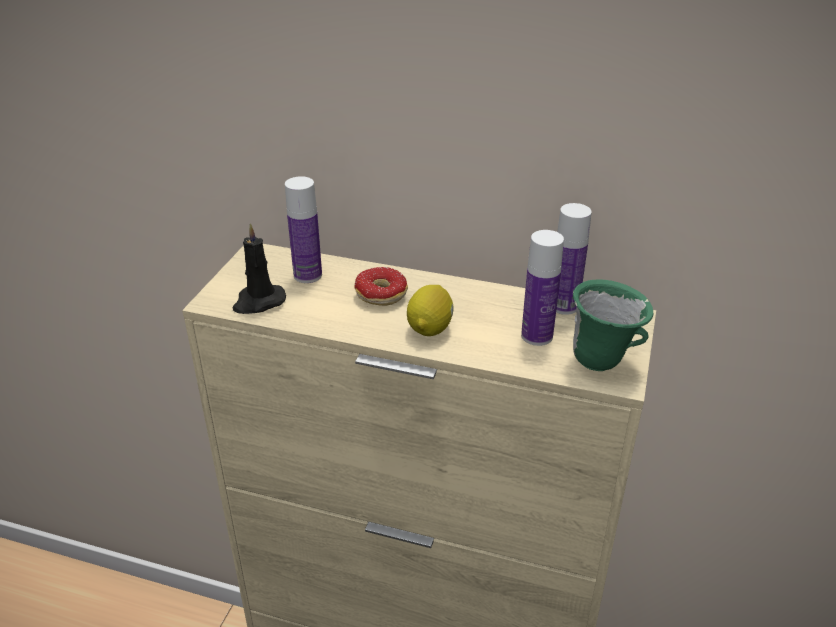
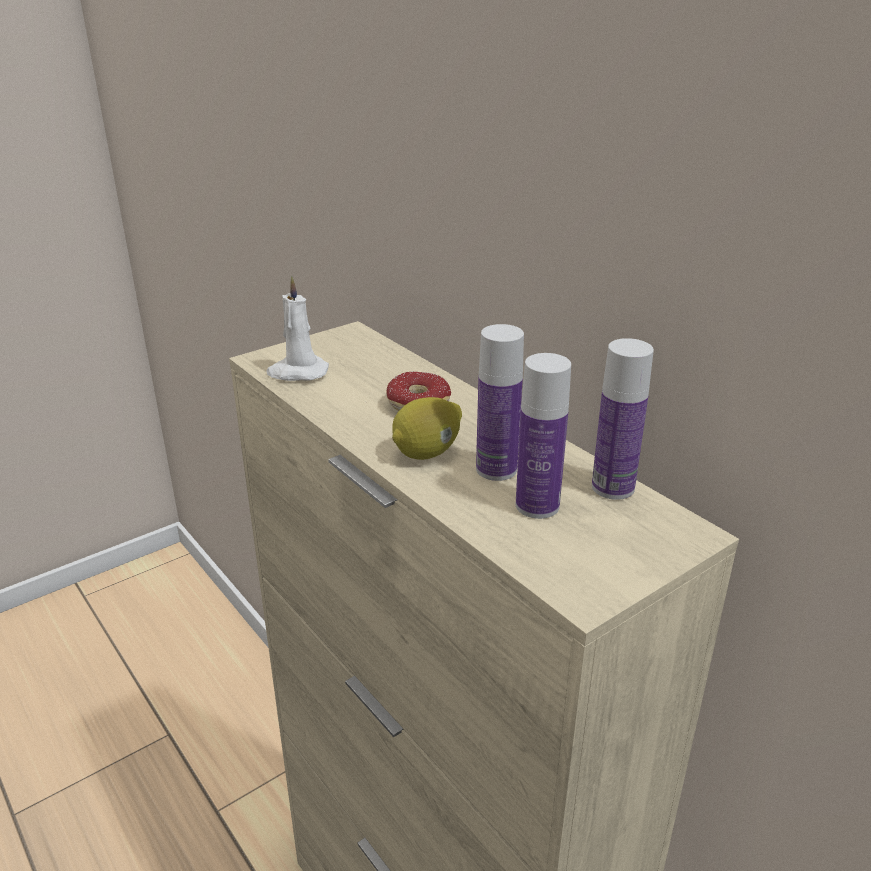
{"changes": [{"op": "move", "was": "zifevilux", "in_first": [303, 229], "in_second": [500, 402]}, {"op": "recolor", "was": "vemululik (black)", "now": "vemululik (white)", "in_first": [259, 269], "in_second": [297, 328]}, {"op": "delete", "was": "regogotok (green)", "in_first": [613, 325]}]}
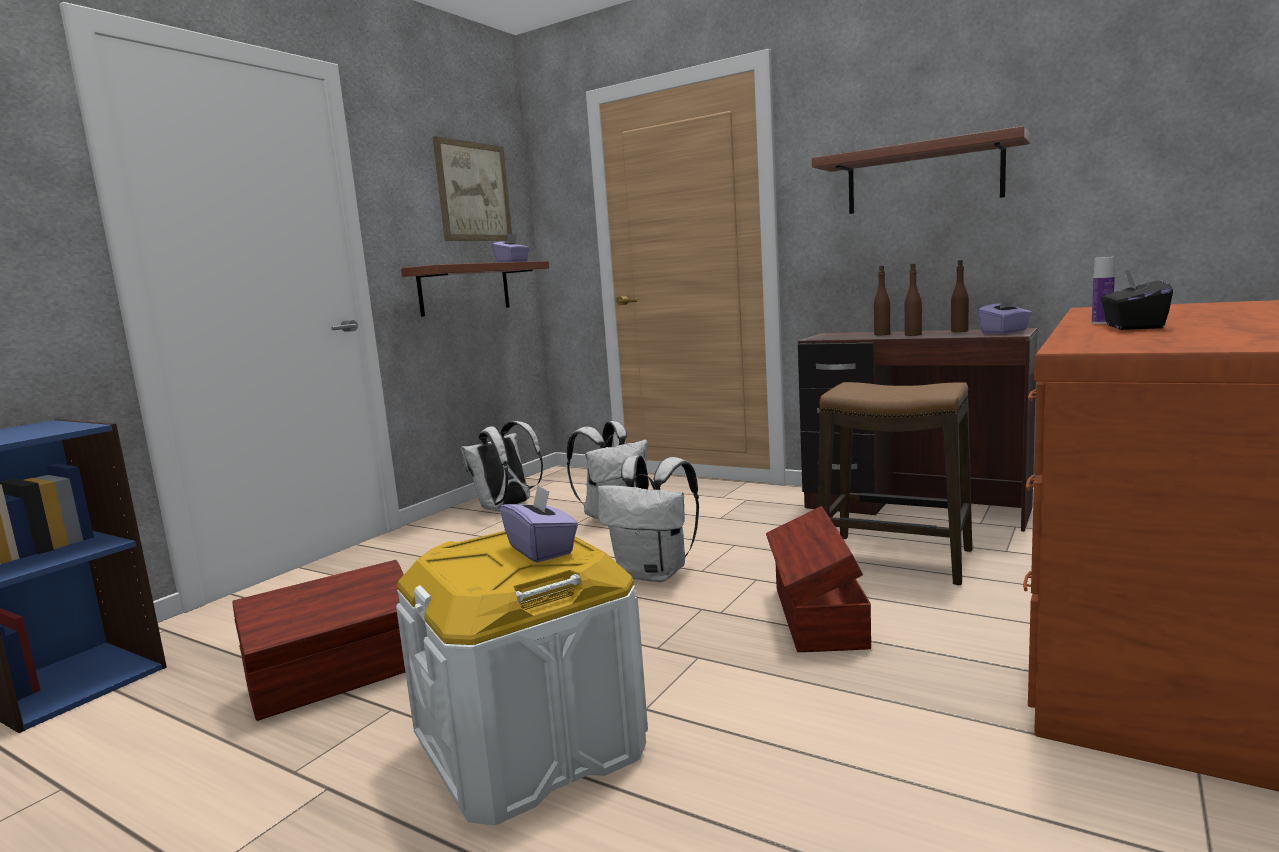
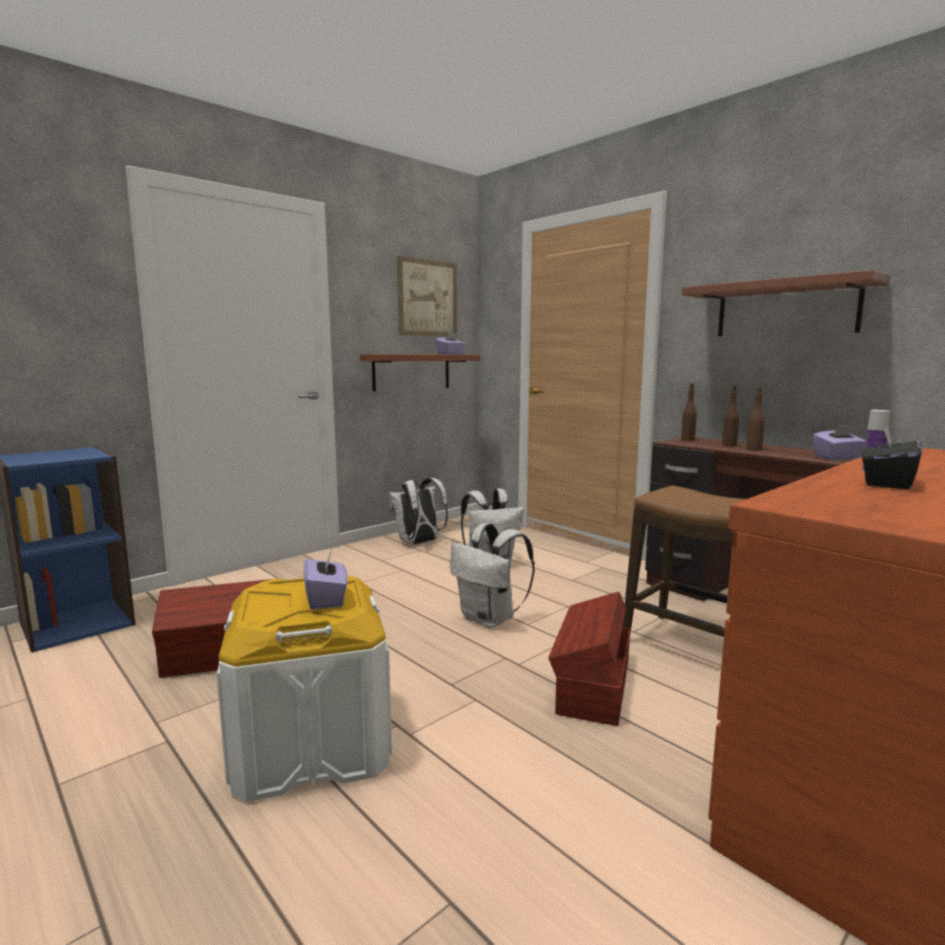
{"changes": [{"op": "move", "was": "zifevilux (brown)", "in_first": [960, 296], "in_second": [689, 412]}]}
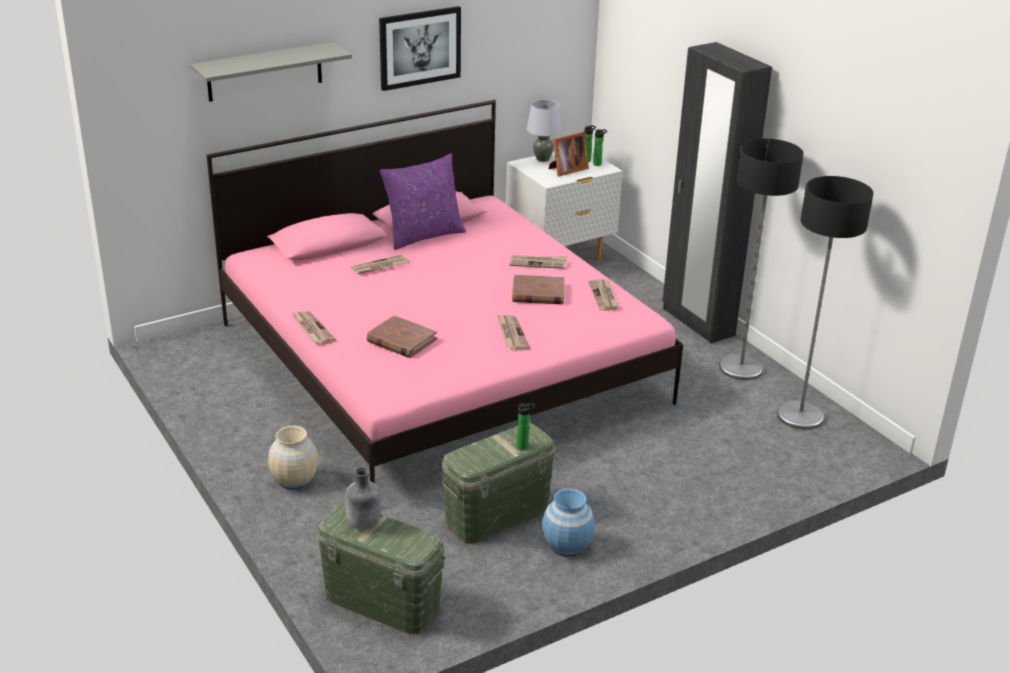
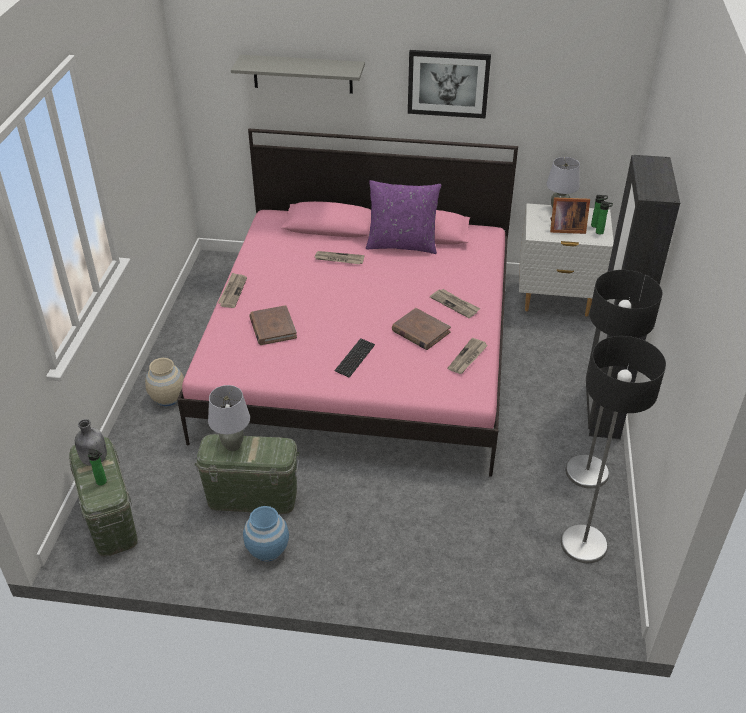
{"changes": [{"op": "replace", "was": "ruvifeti", "now": "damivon", "in_first": [513, 332], "in_second": [354, 358]}, {"op": "move", "was": "zifevilux", "in_first": [526, 426], "in_second": [97, 467]}, {"op": "insert", "now": "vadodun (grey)", "in_second": [229, 418]}]}
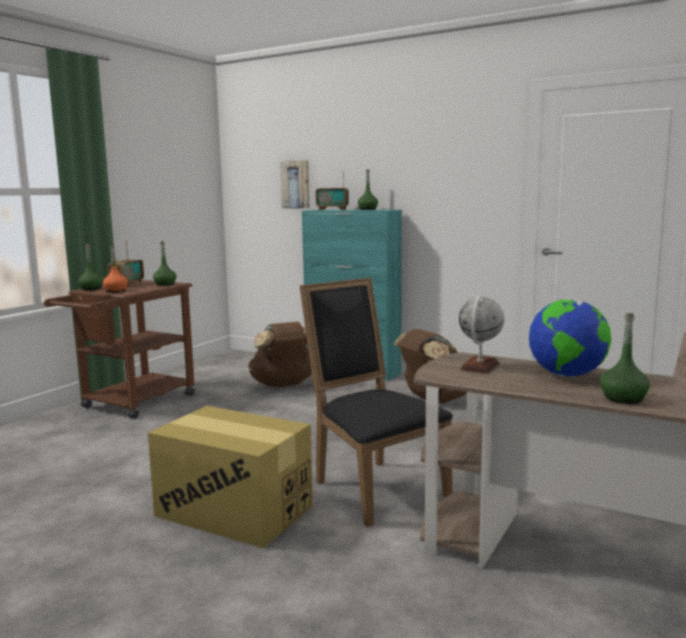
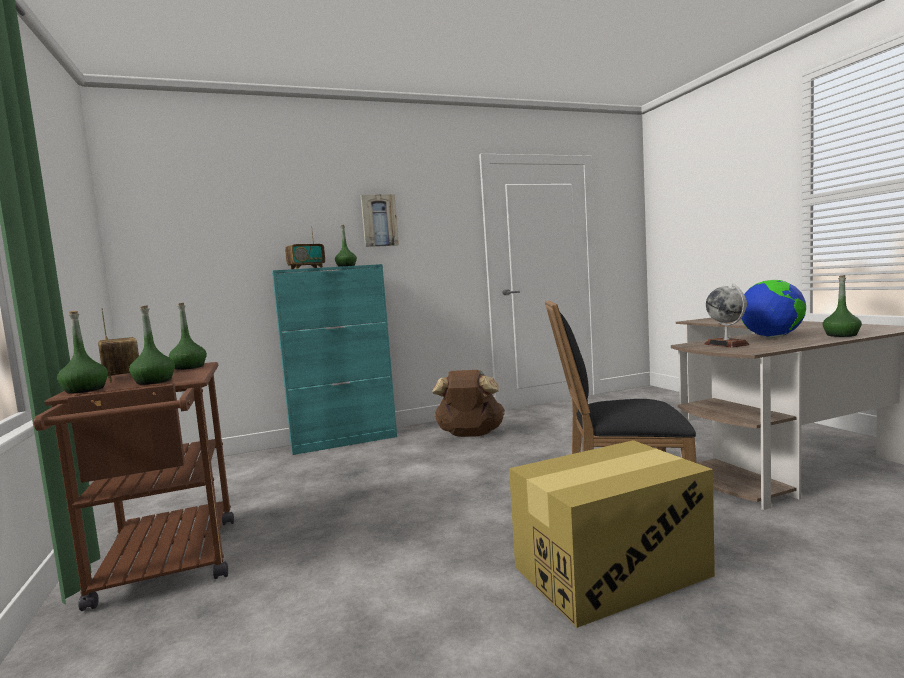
{"changes": [{"op": "move", "was": "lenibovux", "in_first": [295, 185], "in_second": [380, 220]}, {"op": "recolor", "was": "zifevilux (orange)", "now": "zifevilux (green)", "in_first": [115, 269], "in_second": [152, 345]}, {"op": "delete", "was": "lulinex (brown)", "in_first": [280, 354]}]}
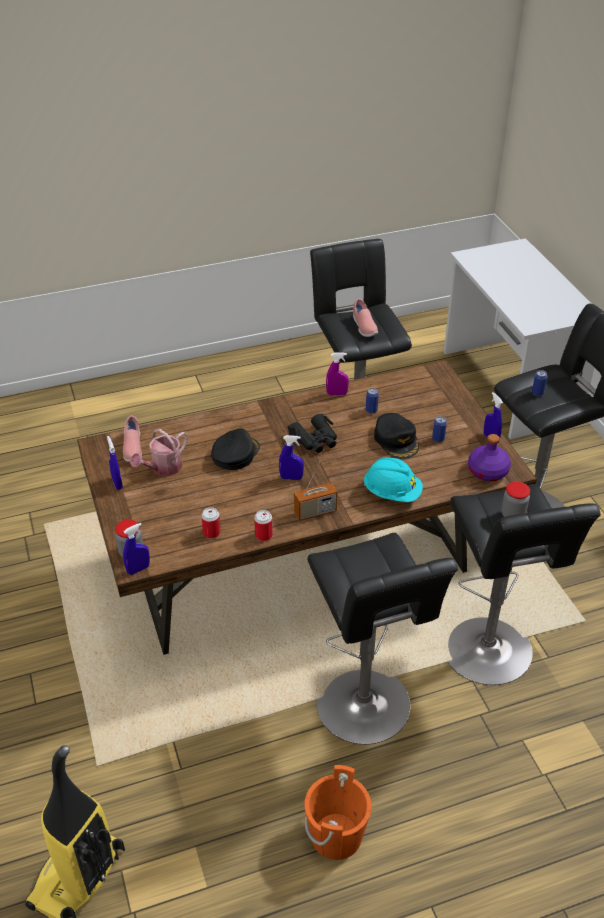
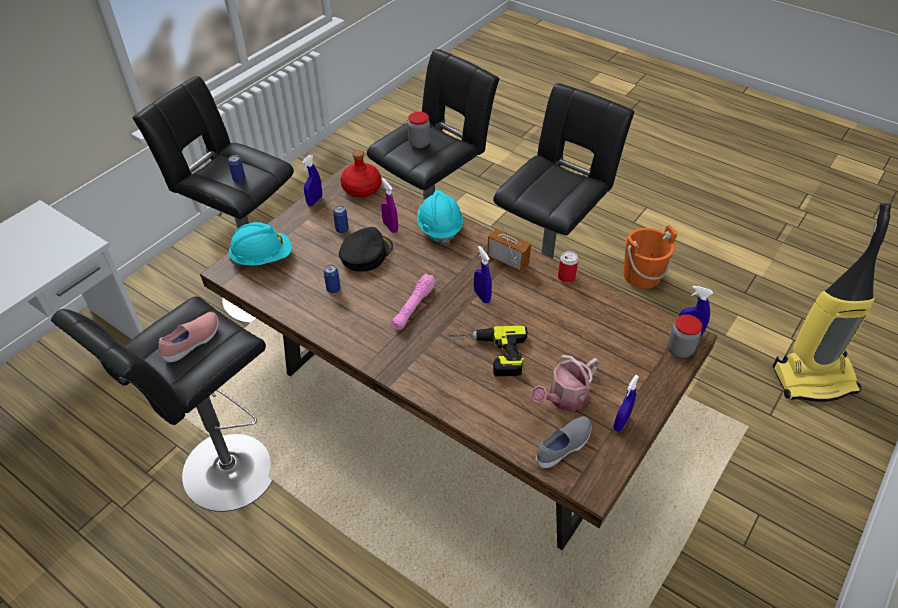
{"changes": [{"op": "move", "was": "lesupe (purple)", "in_first": [337, 374], "in_second": [389, 205]}, {"op": "replace", "was": "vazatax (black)", "now": "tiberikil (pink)", "in_first": [312, 433], "in_second": [413, 301]}, {"op": "recolor", "was": "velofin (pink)", "now": "velofin (grey)", "in_first": [132, 439], "in_second": [563, 442]}, {"op": "rotate", "was": "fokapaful", "in_first": [159, 452], "in_second": [565, 383], "clockwise": 135}, {"op": "replace", "was": "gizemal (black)", "now": "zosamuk", "in_first": [235, 449], "in_second": [488, 351]}, {"op": "recolor", "was": "zifevilux (purple)", "now": "zifevilux (red)", "in_first": [489, 457], "in_second": [361, 173]}, {"op": "delete", "was": "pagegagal", "in_first": [211, 523]}, {"op": "insert", "now": "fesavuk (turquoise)", "in_second": [259, 244]}]}
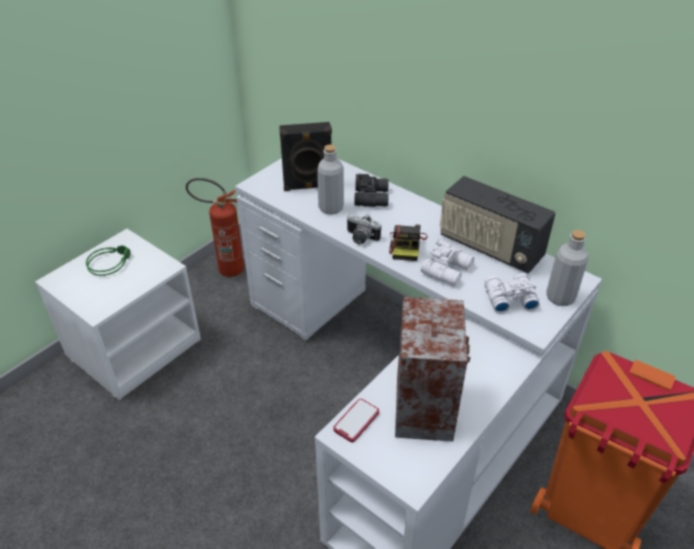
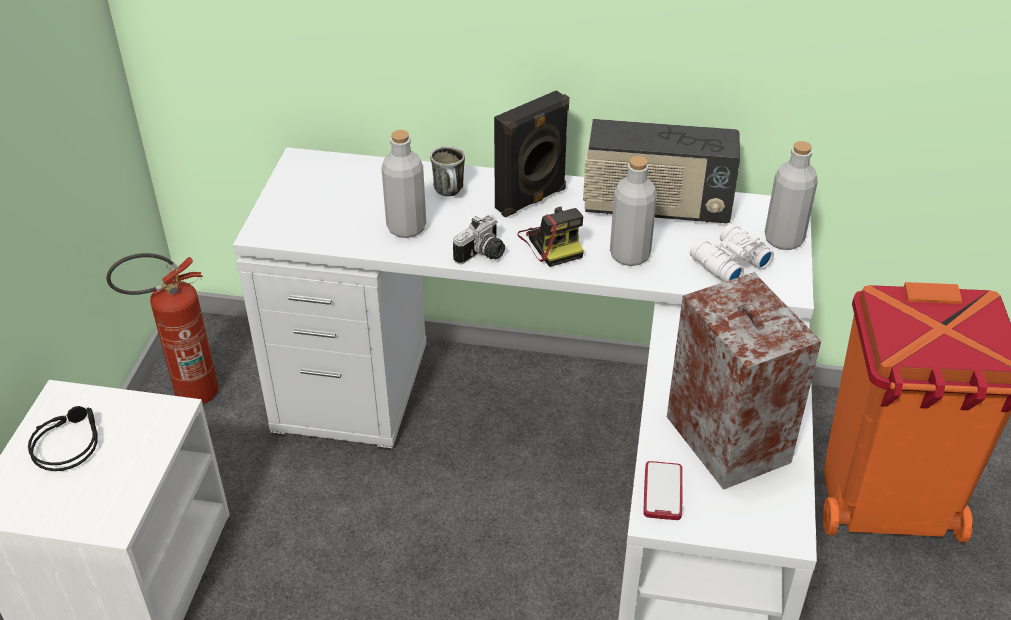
{"changes": [{"op": "move", "was": "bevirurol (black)", "in_first": [305, 156], "in_second": [531, 154]}, {"op": "replace", "was": "vazatax (black)", "now": "regogotok", "in_first": [371, 190], "in_second": [447, 171]}, {"op": "rotate", "was": "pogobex", "in_first": [364, 229], "in_second": [479, 239], "clockwise": -45}, {"op": "replace", "was": "vazatax (white)", "now": "zifevilux (grey)", "in_first": [447, 262], "in_second": [633, 211]}, {"op": "recolor", "was": "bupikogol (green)", "now": "bupikogol (black)", "in_first": [108, 260], "in_second": [63, 438]}]}
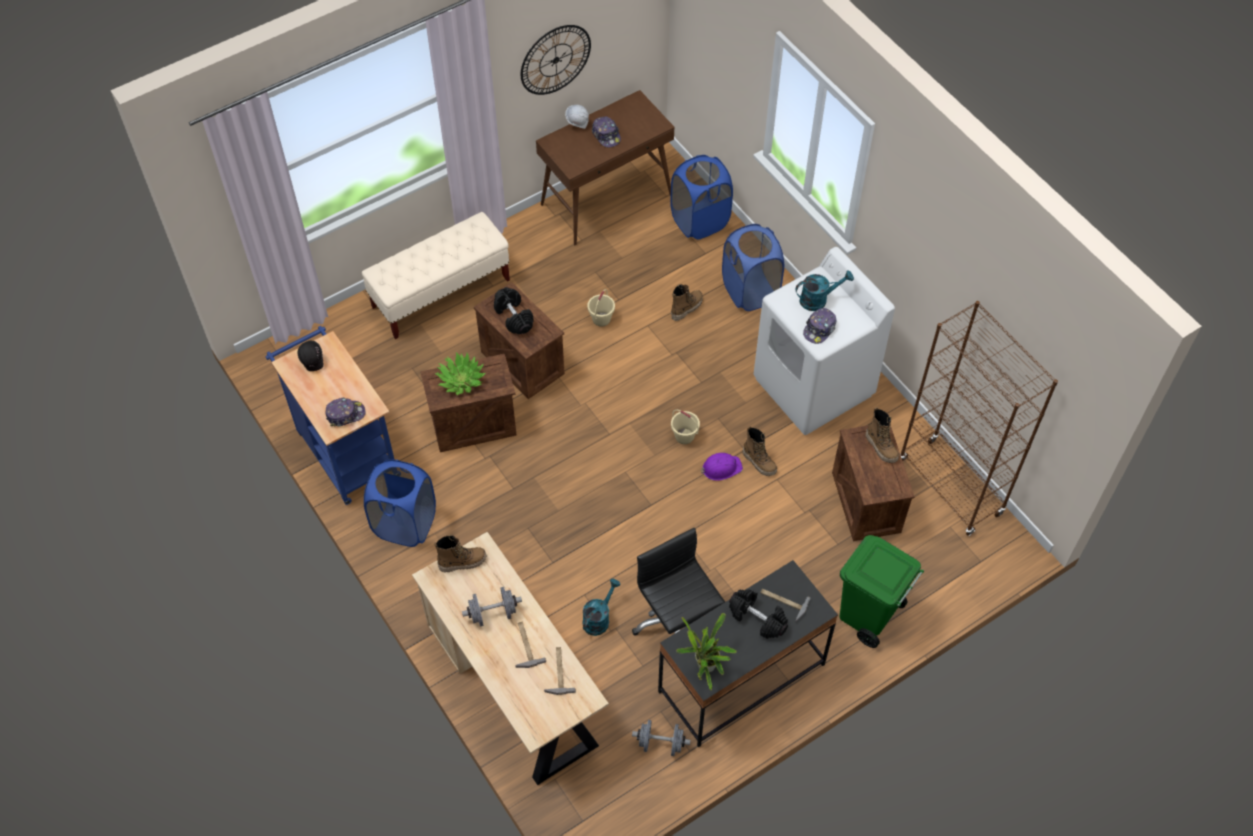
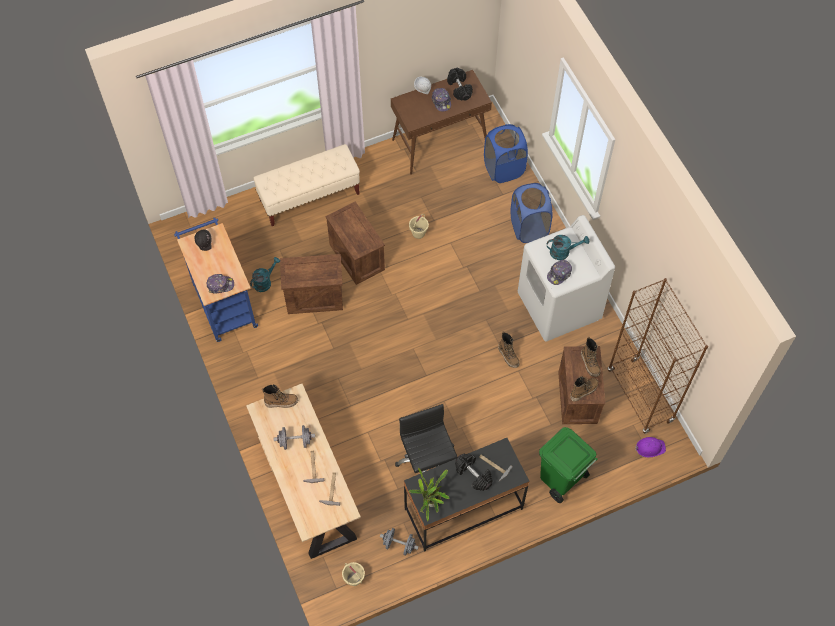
{"changes": [{"op": "delete", "was": "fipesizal", "in_first": [556, 60]}, {"op": "move", "was": "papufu", "in_first": [687, 302], "in_second": [584, 388]}, {"op": "move", "was": "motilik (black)", "in_first": [514, 310], "in_second": [460, 84]}, {"op": "delete", "was": "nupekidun", "in_first": [460, 374]}, {"op": "move", "was": "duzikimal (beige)", "in_first": [685, 427], "in_second": [353, 574]}, {"op": "move", "was": "fesavuk (purple)", "in_first": [722, 467], "in_second": [650, 447]}, {"op": "delete", "was": "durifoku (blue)", "in_first": [400, 503]}, {"op": "move", "was": "fokapaful (turquoise)", "in_first": [601, 607], "in_second": [265, 274]}]}
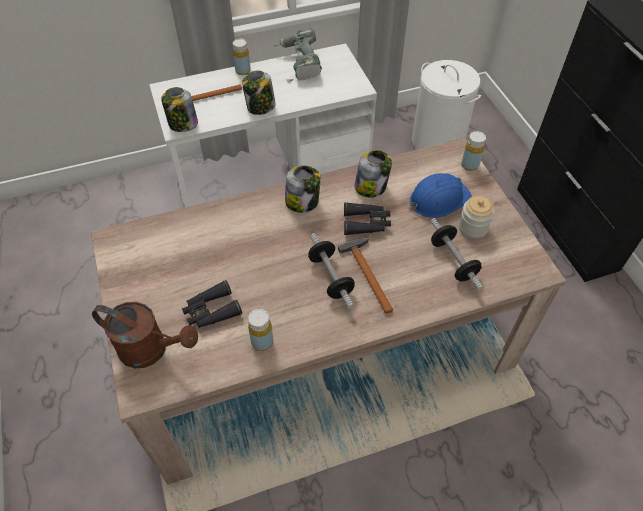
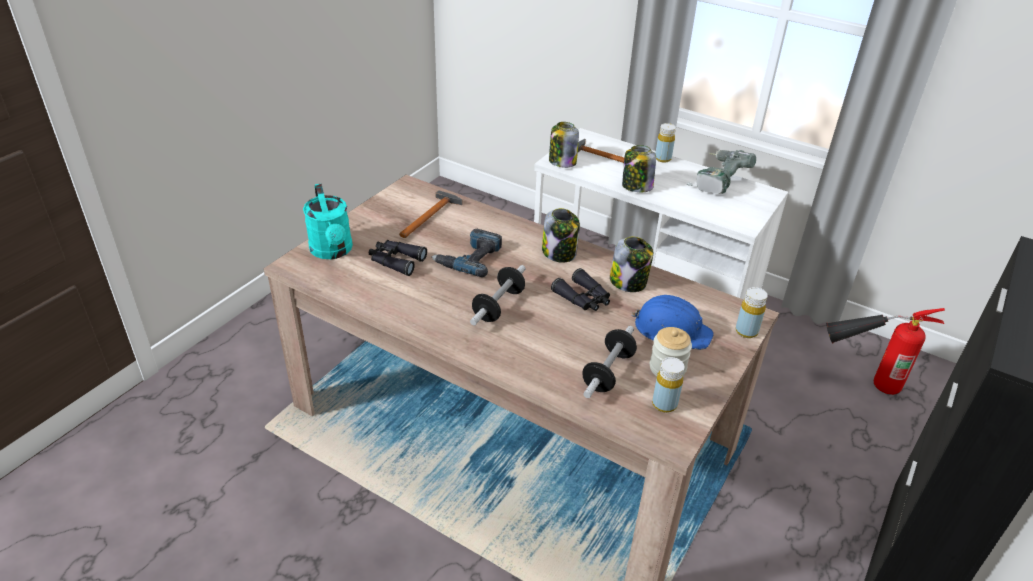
{"changes": [{"op": "replace", "was": "durifoku (white)", "now": "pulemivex", "in_first": [446, 105], "in_second": [885, 351]}, {"op": "move", "was": "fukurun", "in_first": [365, 276], "in_second": [431, 214]}, {"op": "recolor", "was": "fokapaful (brown)", "now": "fokapaful (turquoise)", "in_first": [145, 335], "in_second": [328, 221]}, {"op": "move", "was": "zifevilux (yellow)", "in_first": [260, 330], "in_second": [668, 385]}, {"op": "insert", "now": "zosamuk", "in_second": [466, 253]}]}
